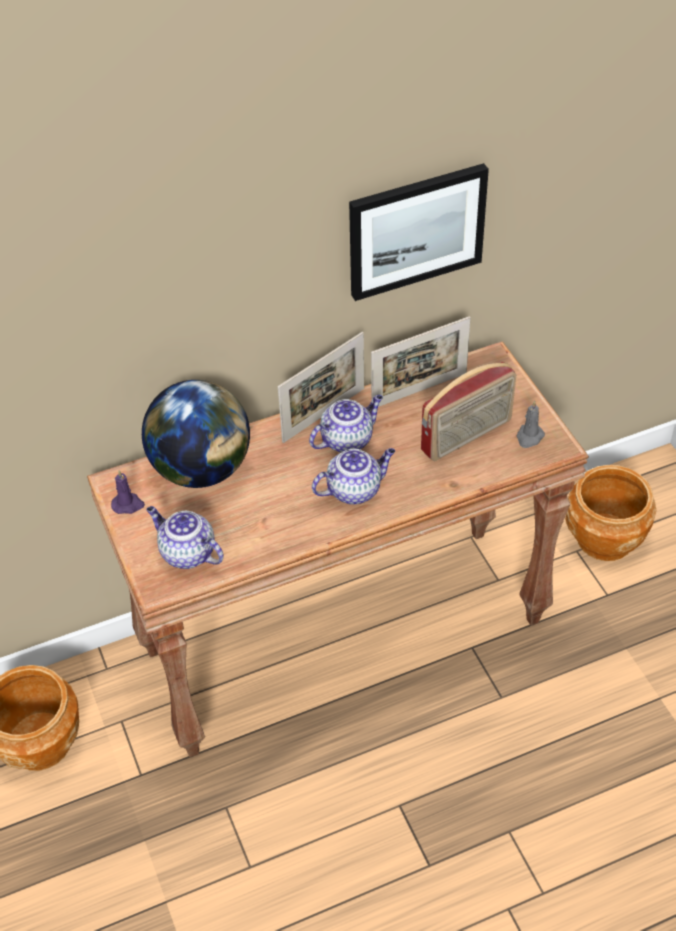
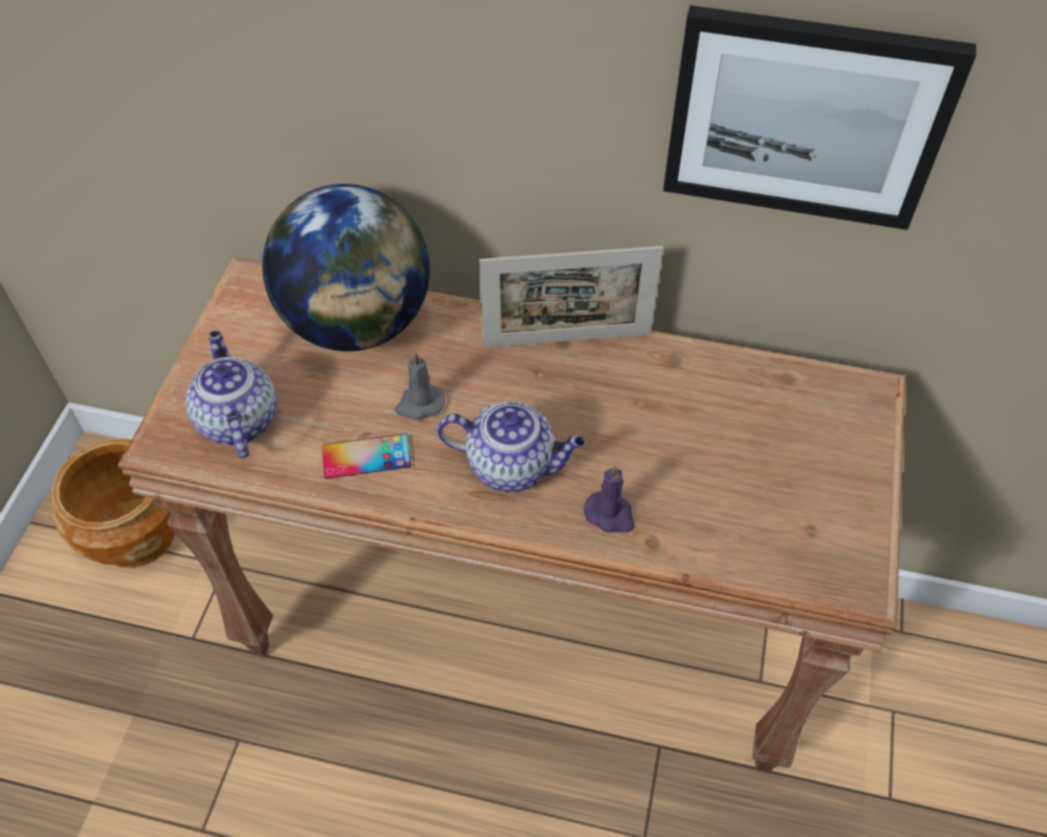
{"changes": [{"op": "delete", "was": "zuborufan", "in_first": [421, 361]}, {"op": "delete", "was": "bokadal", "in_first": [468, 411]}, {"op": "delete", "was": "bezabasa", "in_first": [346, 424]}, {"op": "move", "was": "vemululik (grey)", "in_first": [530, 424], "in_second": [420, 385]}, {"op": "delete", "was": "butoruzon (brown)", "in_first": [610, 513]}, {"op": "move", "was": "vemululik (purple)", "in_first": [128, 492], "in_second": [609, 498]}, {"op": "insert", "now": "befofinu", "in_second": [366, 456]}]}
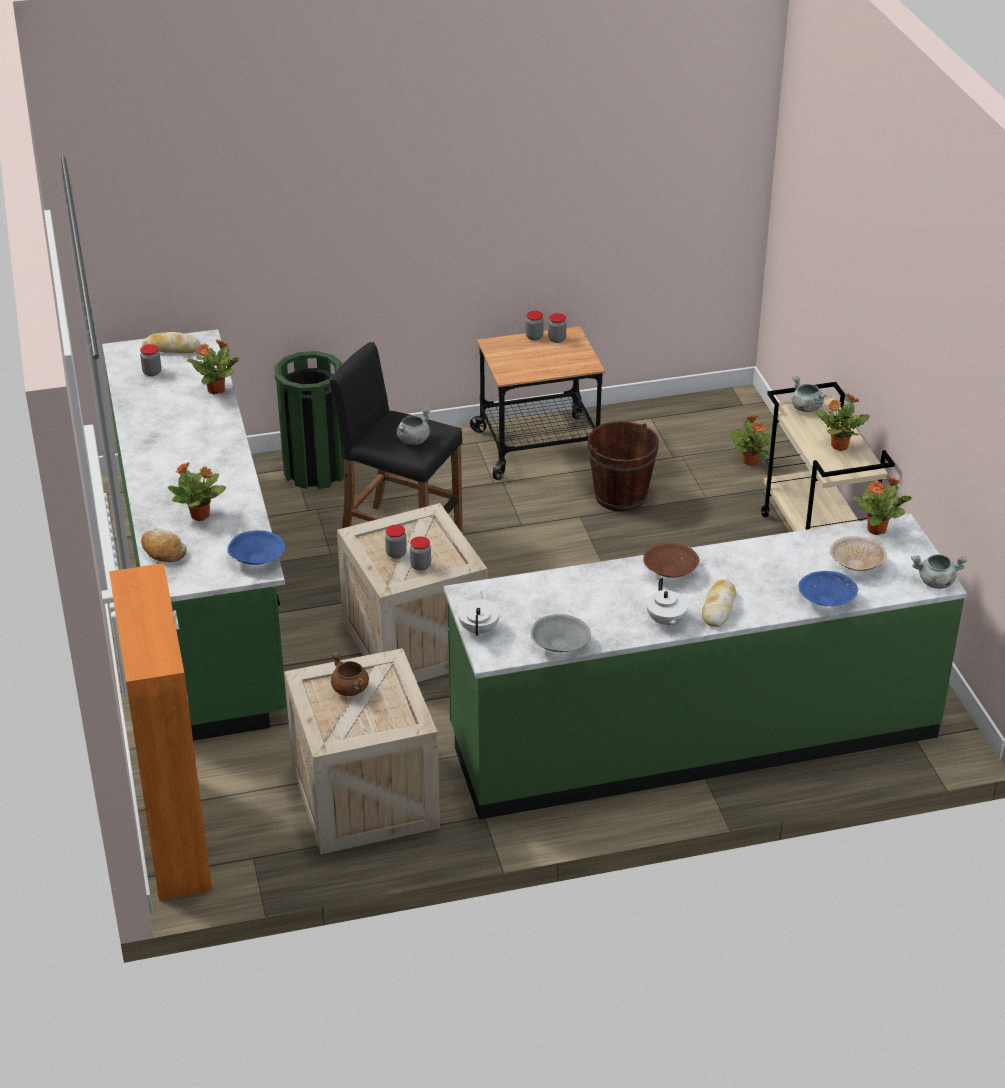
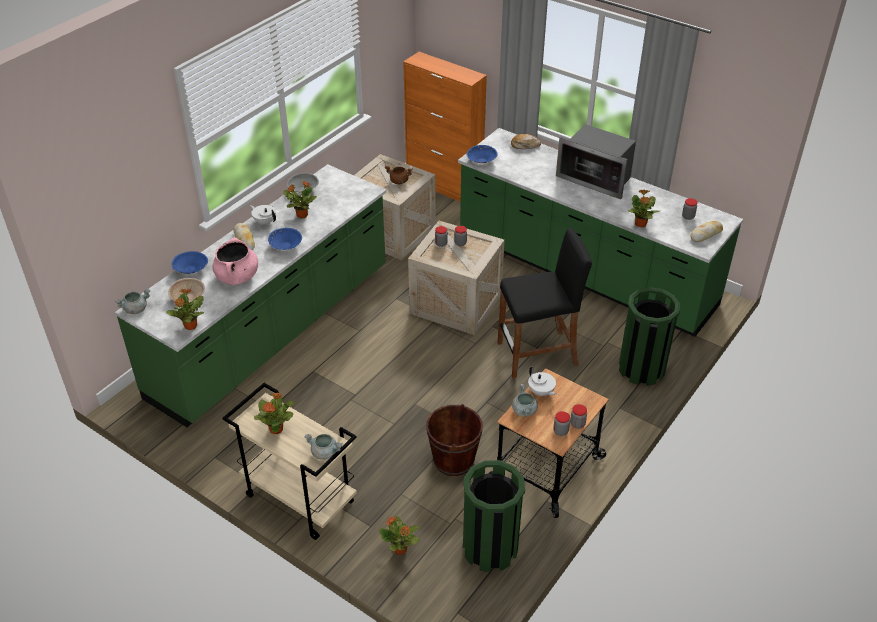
{"changes": [{"op": "move", "was": "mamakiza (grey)", "in_first": [414, 426], "in_second": [525, 400]}, {"op": "move", "was": "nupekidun", "in_first": [197, 491], "in_second": [300, 199]}, {"op": "recolor", "was": "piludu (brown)", "now": "piludu (blue)", "in_first": [671, 560], "in_second": [285, 239]}, {"op": "move", "was": "bezabasa (white)", "in_first": [479, 614], "in_second": [542, 381]}, {"op": "insert", "now": "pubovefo", "in_second": [596, 161]}, {"op": "insert", "now": "mamakiza (pink)", "in_second": [235, 261]}, {"op": "insert", "now": "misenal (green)", "in_second": [494, 516]}]}
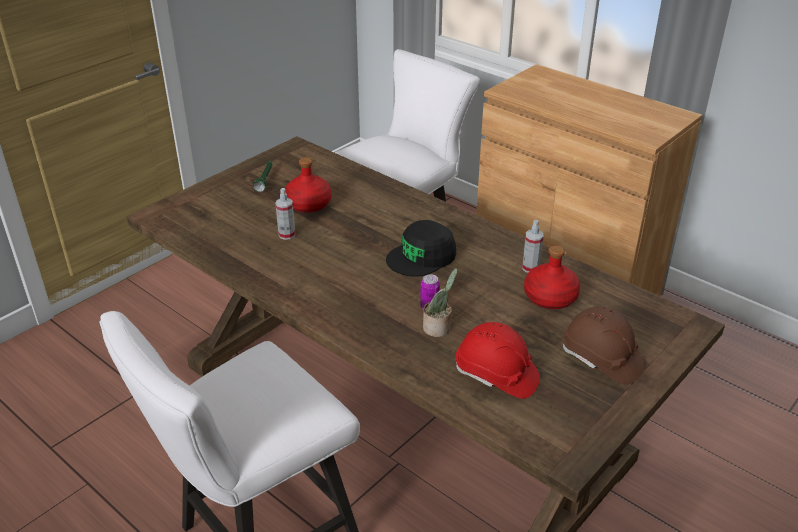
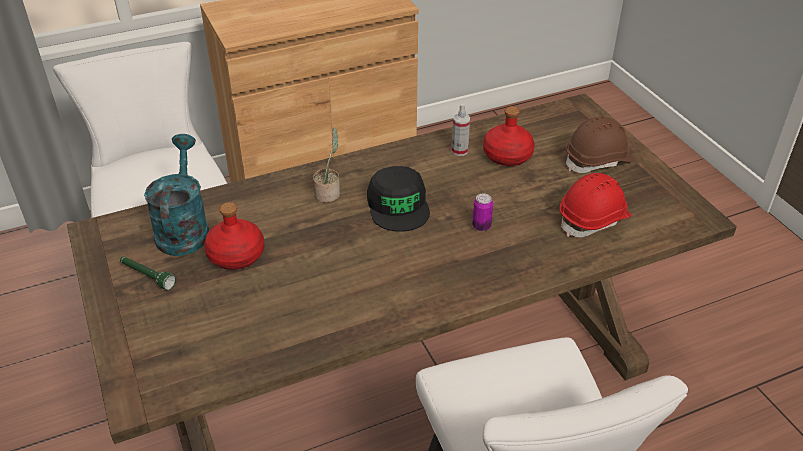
{"changes": [{"op": "delete", "was": "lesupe", "in_first": [285, 214]}, {"op": "move", "was": "nupekidun", "in_first": [440, 302], "in_second": [326, 165]}, {"op": "insert", "now": "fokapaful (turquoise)", "in_second": [176, 195]}]}
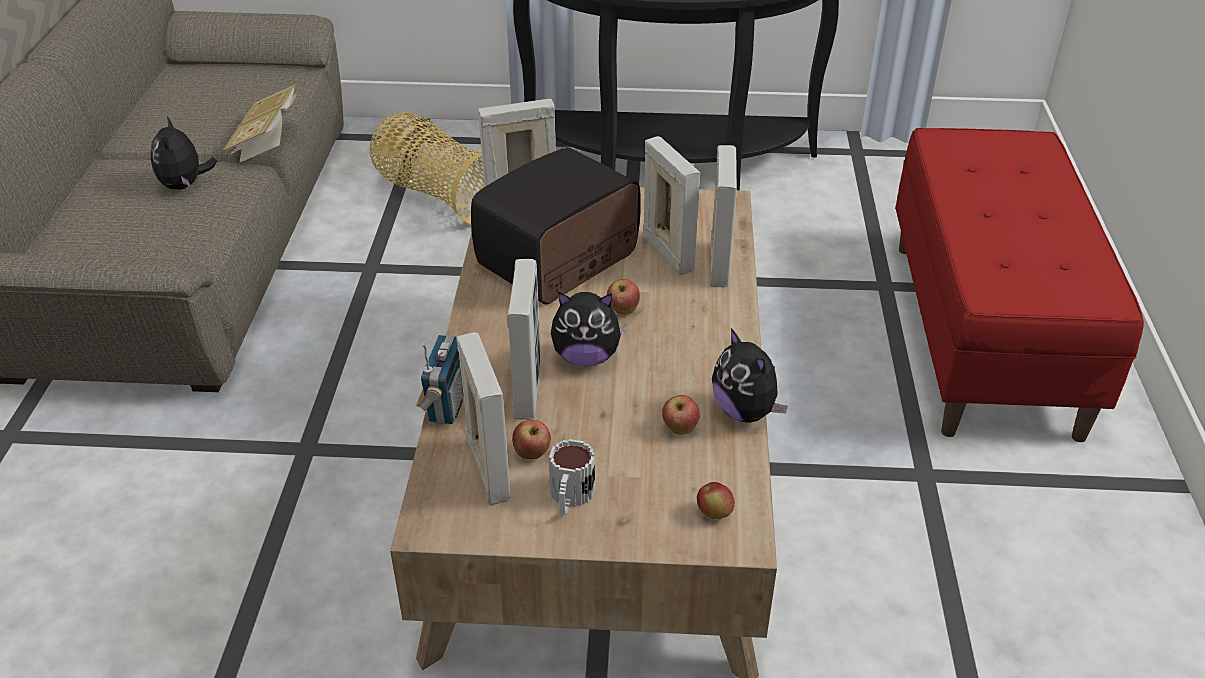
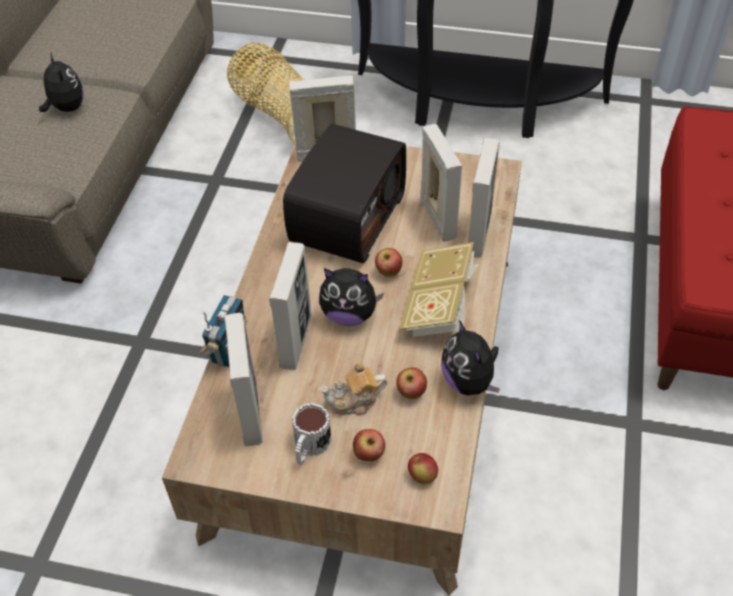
{"changes": [{"op": "move", "was": "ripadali", "in_first": [259, 124], "in_second": [439, 289]}, {"op": "rotate", "was": "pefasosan", "in_first": [184, 153], "in_second": [61, 82], "clockwise": 150}, {"op": "rotate", "was": "bokadal", "in_first": [556, 226], "in_second": [344, 193], "clockwise": 150}, {"op": "move", "was": "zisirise", "in_first": [531, 439], "in_second": [369, 445]}, {"op": "insert", "now": "bezabasa", "in_second": [353, 389]}]}
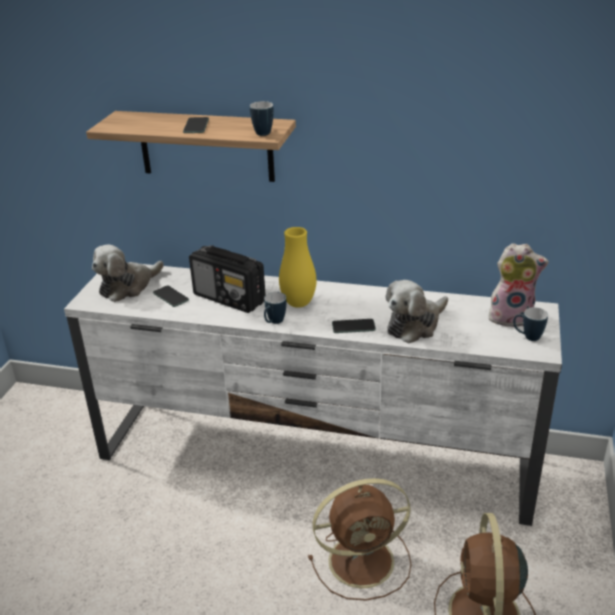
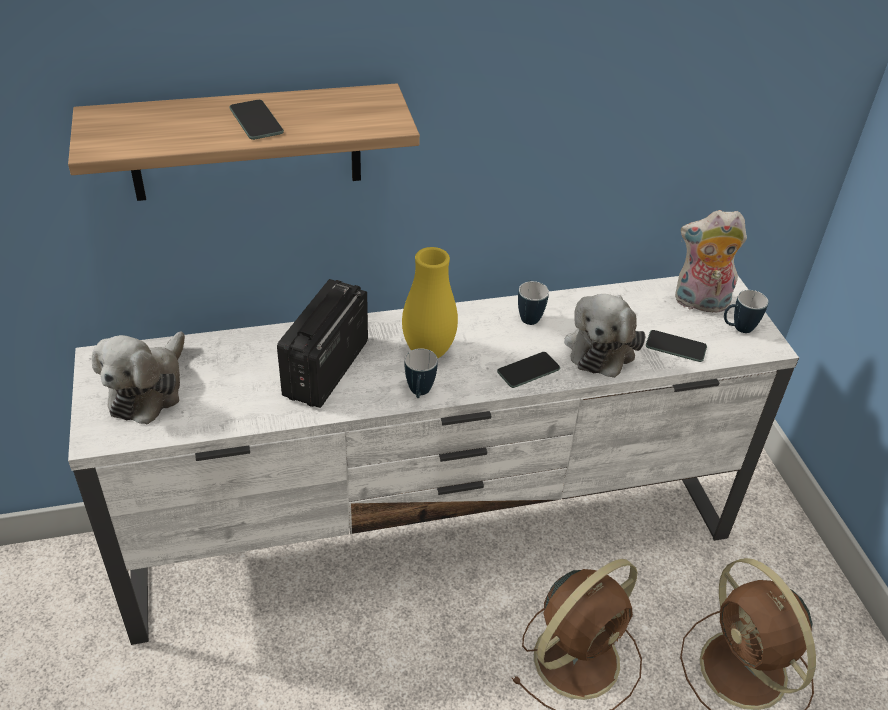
{"changes": [{"op": "move", "was": "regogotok", "in_first": [262, 118], "in_second": [533, 302]}, {"op": "rotate", "was": "pefasosan", "in_first": [519, 285], "in_second": [711, 263], "clockwise": -150}, {"op": "rotate", "was": "bokadal", "in_first": [227, 279], "in_second": [322, 343], "clockwise": 105}, {"op": "move", "was": "befofinu", "in_first": [171, 296], "in_second": [676, 346]}]}
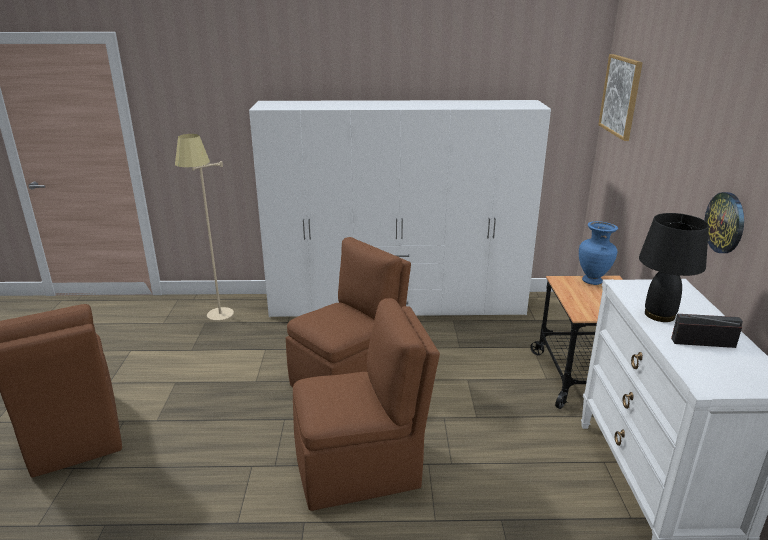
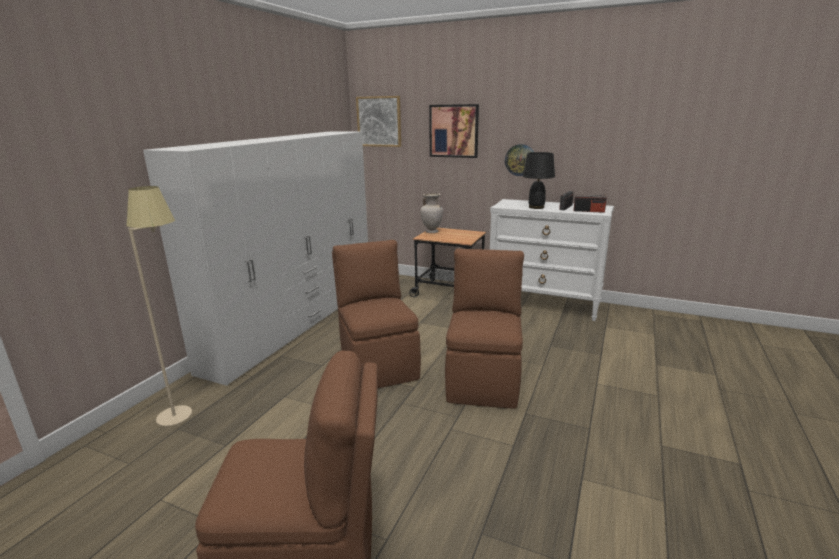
{"changes": [{"op": "recolor", "was": "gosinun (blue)", "now": "gosinun (beige)", "in_first": [598, 253], "in_second": [431, 213]}, {"op": "insert", "now": "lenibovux", "in_second": [454, 131]}, {"op": "insert", "now": "bokadal", "in_second": [590, 204]}]}
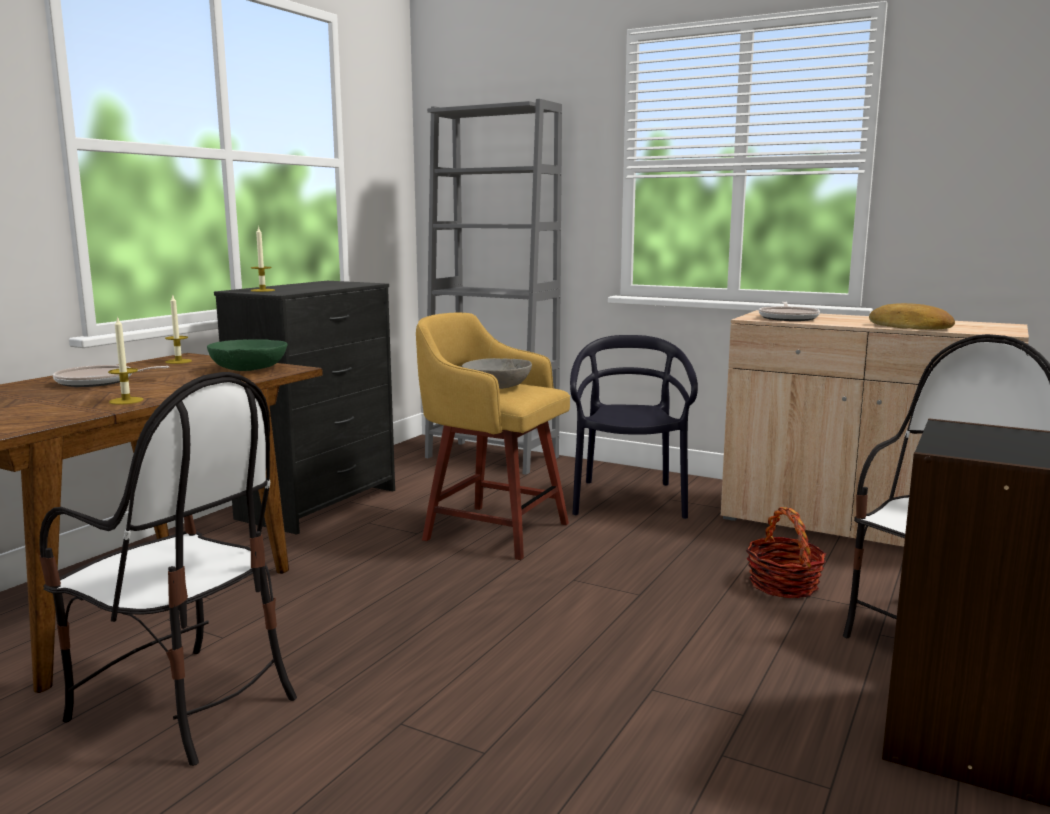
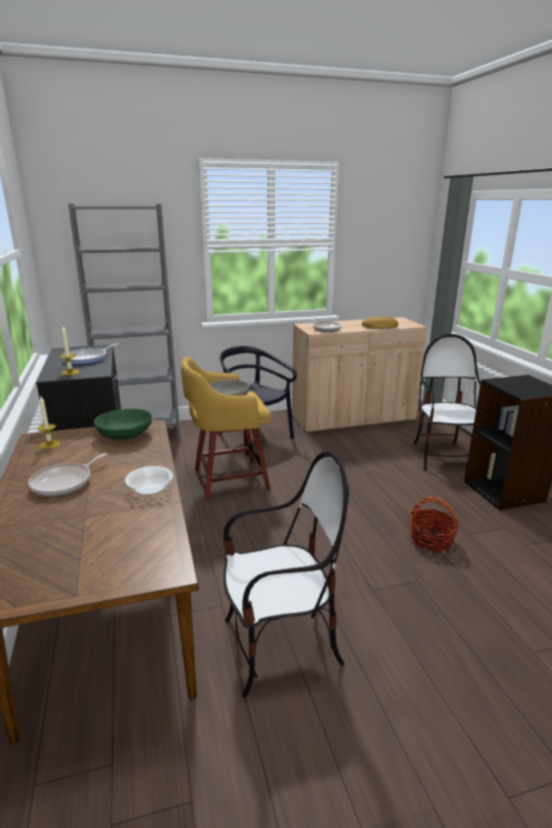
{"changes": [{"op": "replace", "was": "vemululik", "now": "piludu", "in_first": [125, 360], "in_second": [149, 480]}, {"op": "move", "was": "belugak", "in_first": [786, 552], "in_second": [434, 524]}, {"op": "insert", "now": "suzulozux", "in_second": [91, 354]}]}
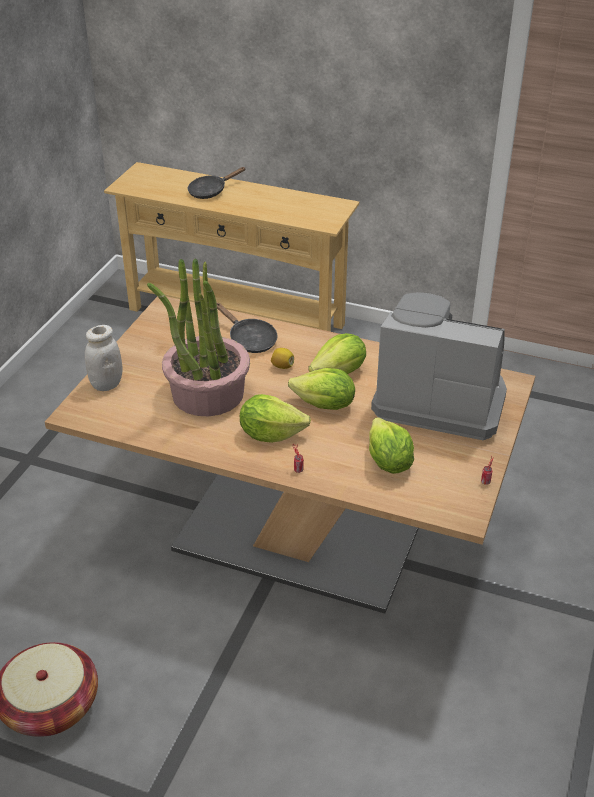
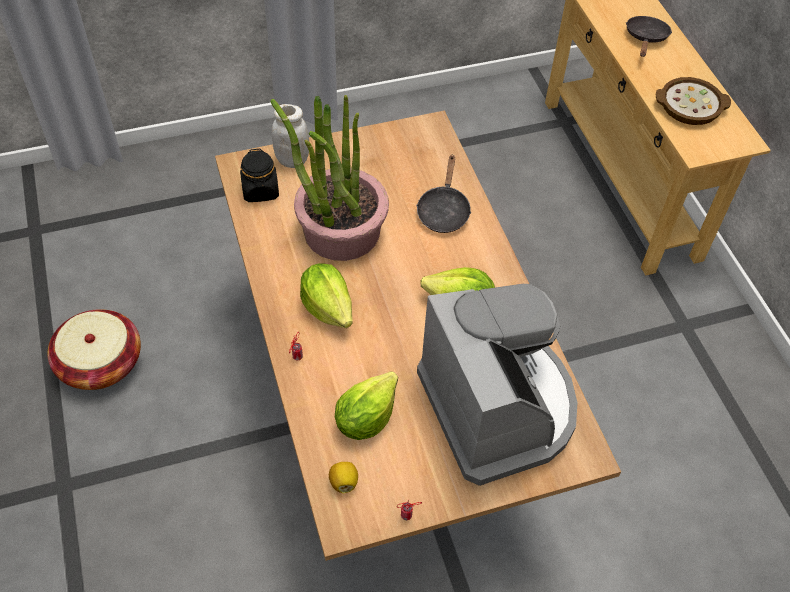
{"changes": [{"op": "rotate", "was": "suzulozux (black)", "in_first": [216, 183], "in_second": [649, 36], "clockwise": 90}, {"op": "move", "was": "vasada", "in_first": [282, 358], "in_second": [343, 477]}, {"op": "delete", "was": "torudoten", "in_first": [321, 389]}, {"op": "insert", "now": "piludu", "in_second": [693, 101]}, {"op": "insert", "now": "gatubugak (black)", "in_second": [259, 175]}]}
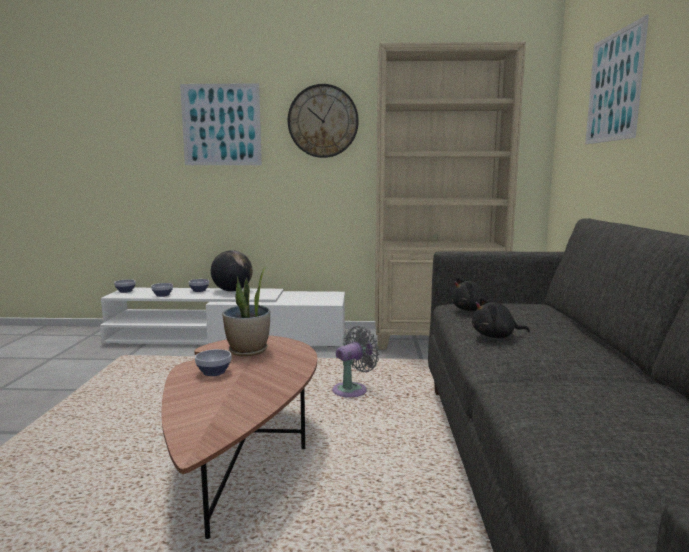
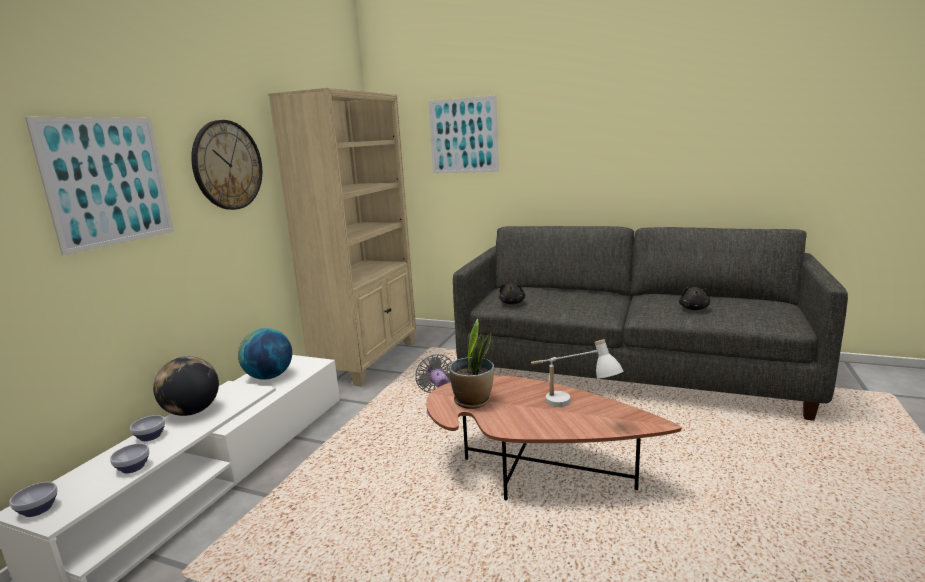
{"changes": [{"op": "move", "was": "pefasosan (black)", "in_first": [501, 317], "in_second": [694, 298]}, {"op": "delete", "was": "piludu", "in_first": [213, 362]}, {"op": "insert", "now": "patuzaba", "in_second": [265, 354]}, {"op": "insert", "now": "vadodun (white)", "in_second": [577, 373]}]}
